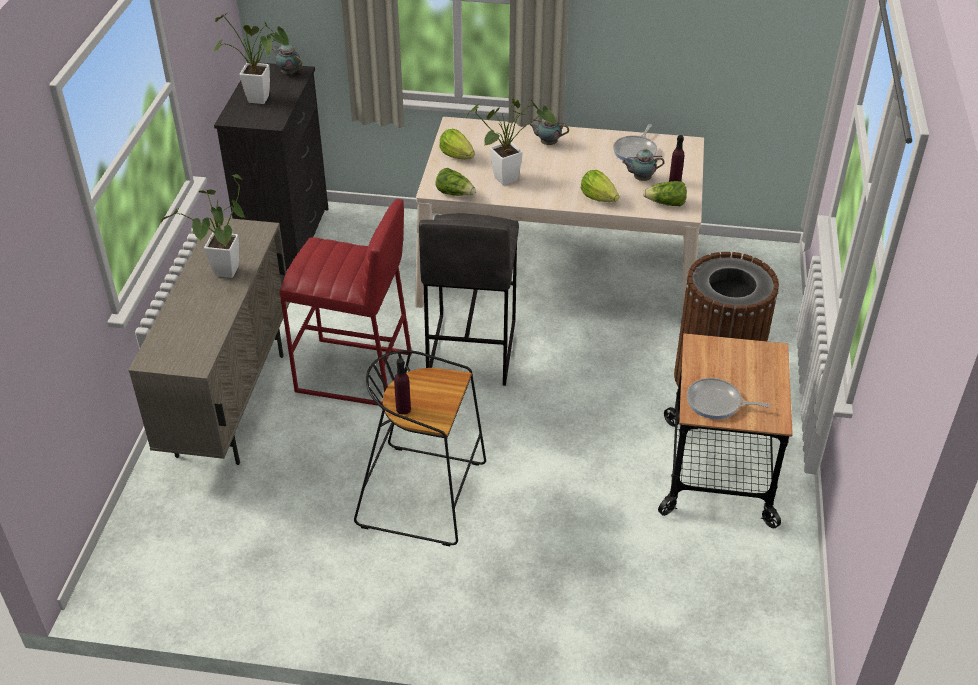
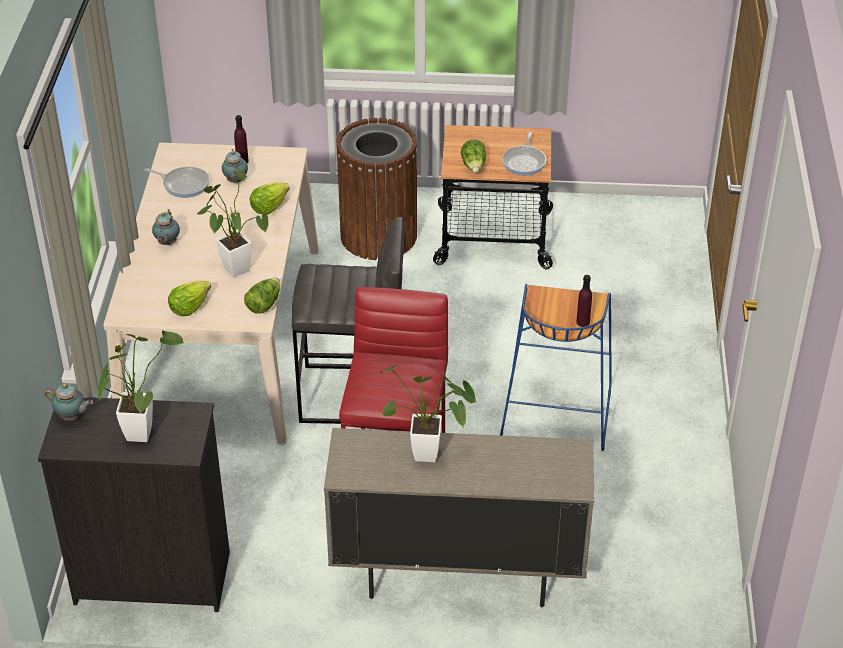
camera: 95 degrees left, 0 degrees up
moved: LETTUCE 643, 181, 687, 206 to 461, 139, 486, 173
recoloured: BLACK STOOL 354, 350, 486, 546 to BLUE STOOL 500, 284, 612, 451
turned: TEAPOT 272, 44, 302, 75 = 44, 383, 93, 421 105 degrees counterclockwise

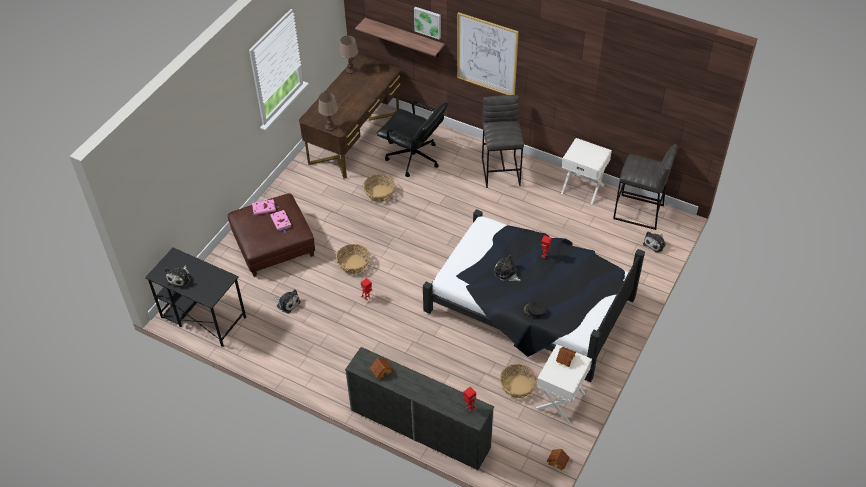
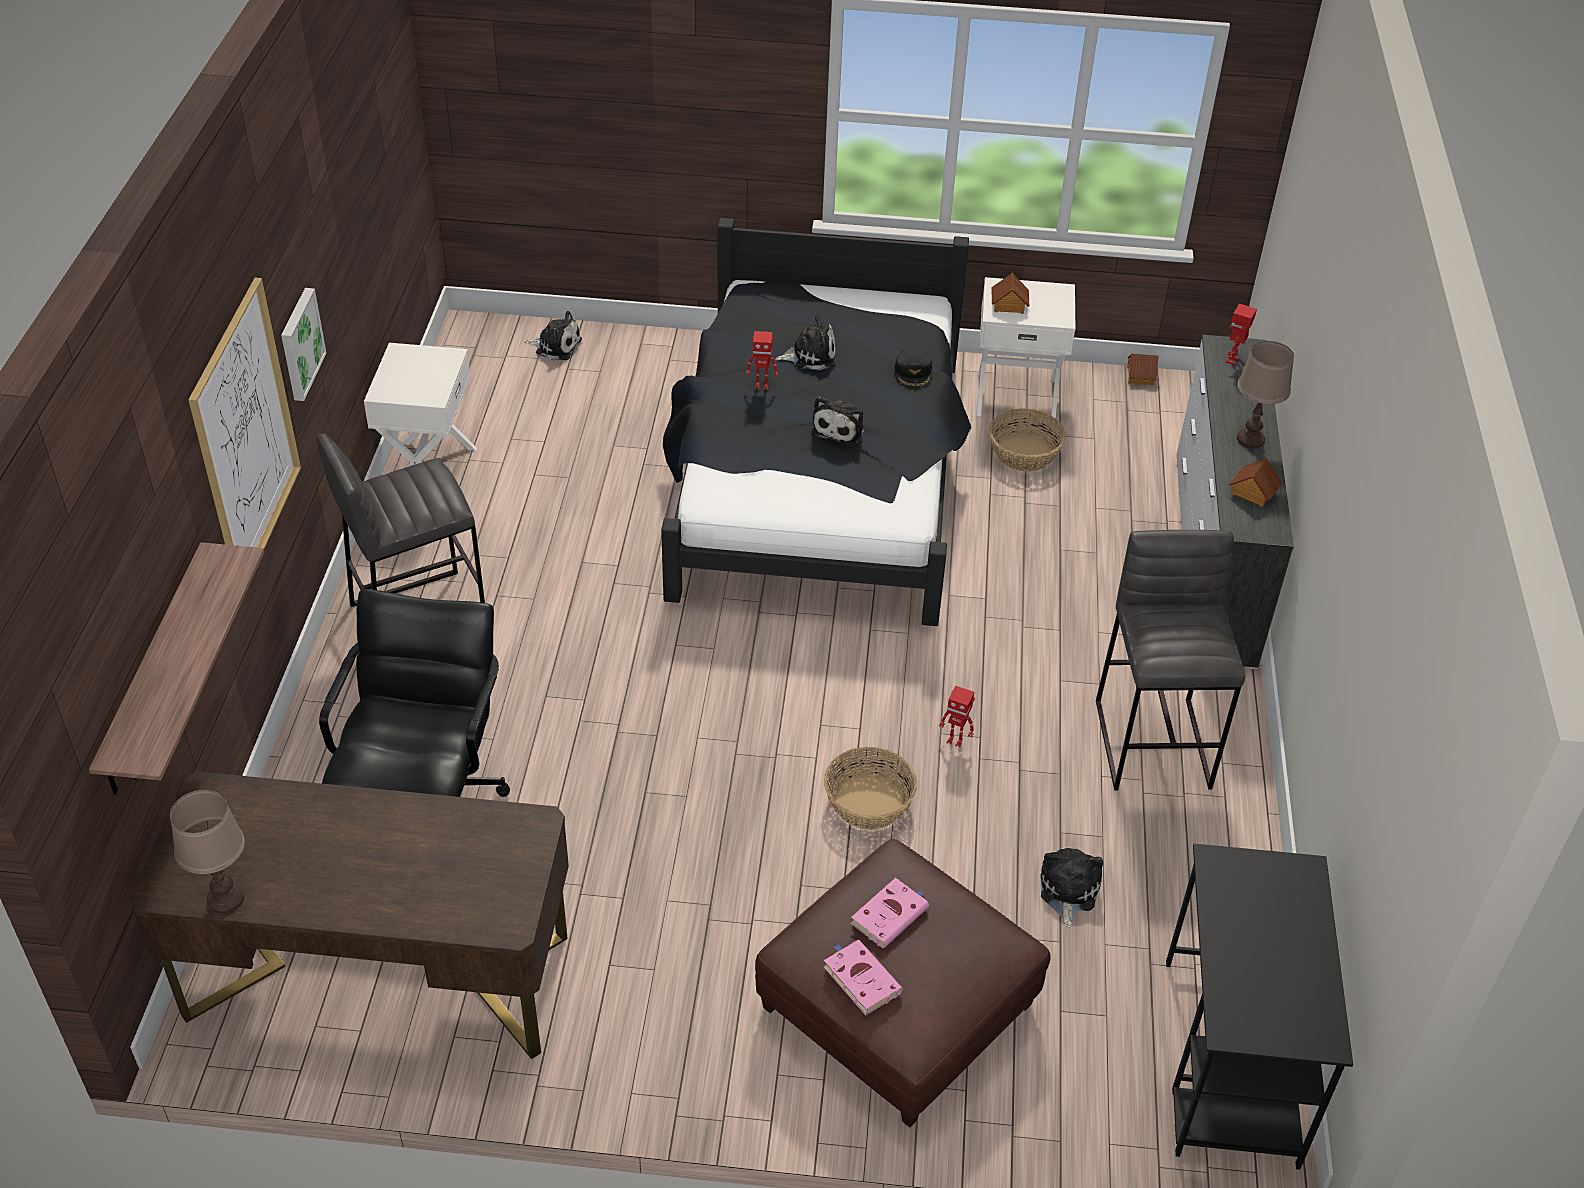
camera: 115 degrees left, 5 degrees down
removed: BASKET 363, 174, 395, 202
moved: PLUSH TOY 165, 265, 191, 288 to 776, 314, 835, 370; BROWN TABLE LAMP 318, 92, 338, 131 to 1237, 341, 1294, 448; PICTURE 414, 7, 441, 39 to 281, 288, 326, 401; GREY STOOL 613, 144, 677, 230 to 1096, 530, 1245, 791

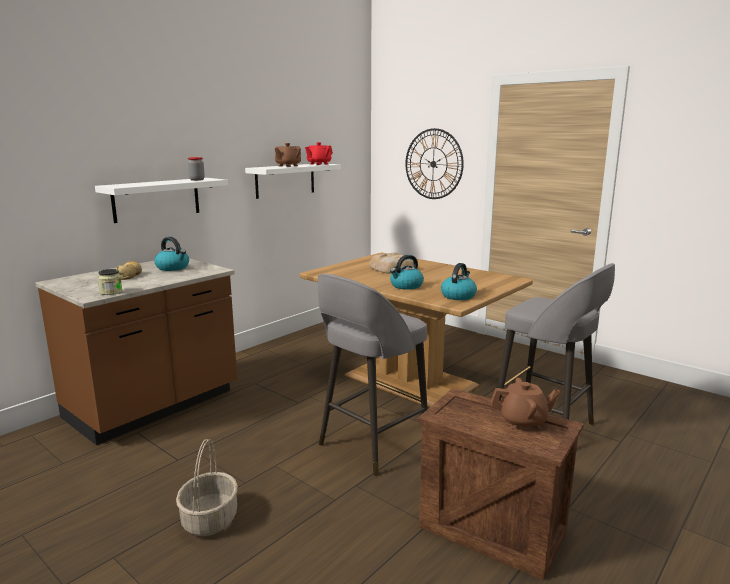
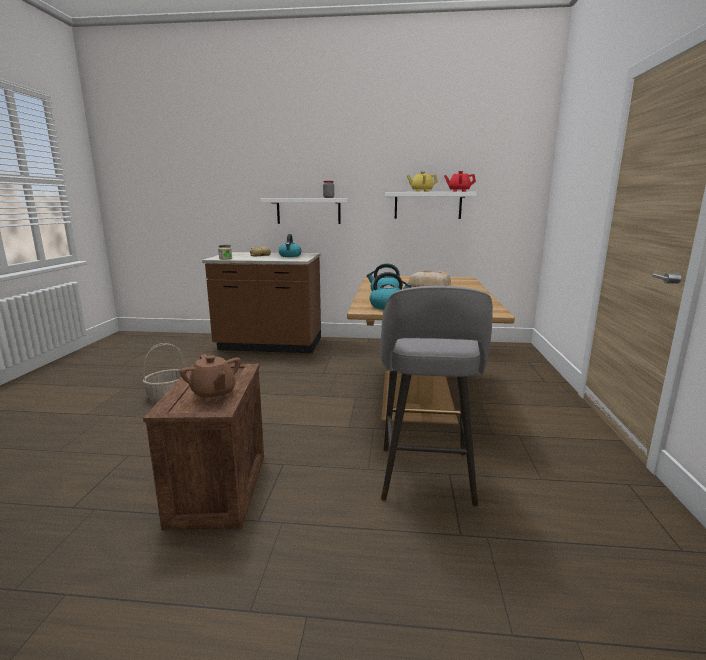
camera: 55 degrees right, 0 degrees up
removed: GREY STOOL 318, 274, 428, 476; WALL CLOCK 405, 128, 464, 199
recoloured: BROWN TEAPOT 275, 143, 301, 167 to YELLOW TEAPOT 407, 171, 438, 192

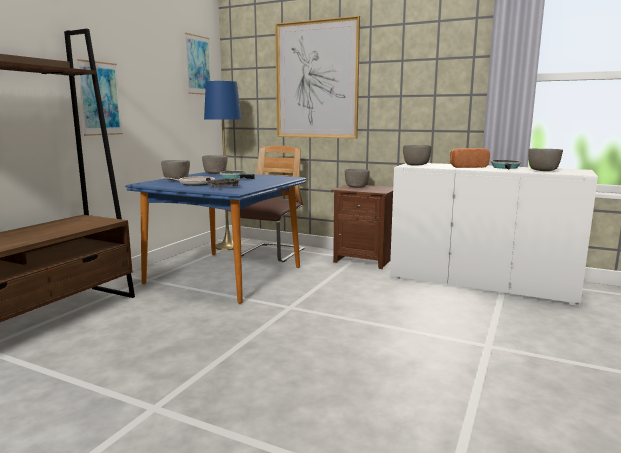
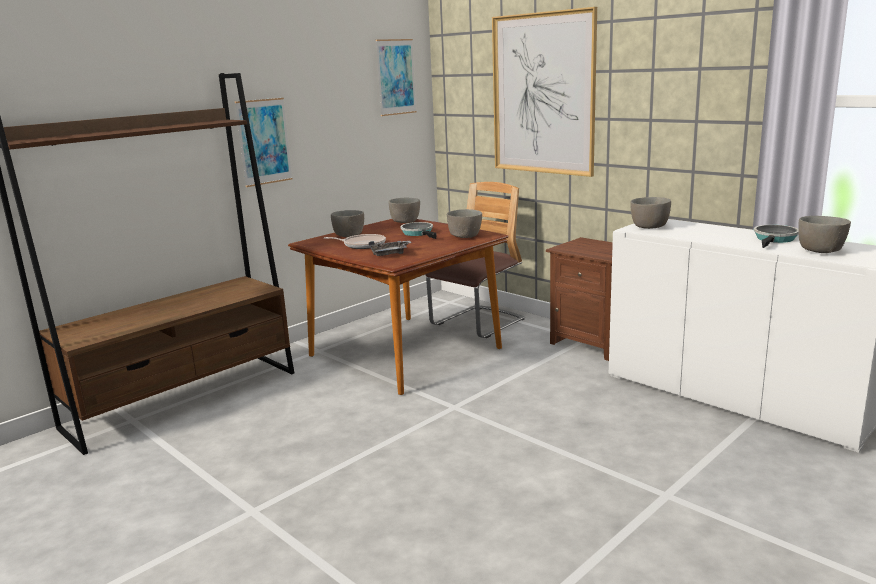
camera: 20 degrees right, 5 degrees up
removed: BLUE FLOOR LAMP 204, 80, 242, 250; BREAD 450, 148, 490, 168
moved: GREY BOWL 345, 169, 370, 188 to 447, 209, 482, 238
recoloured: BLUE DINING TABLE 125, 172, 306, 303 to BROWN DINING TABLE 288, 219, 509, 395

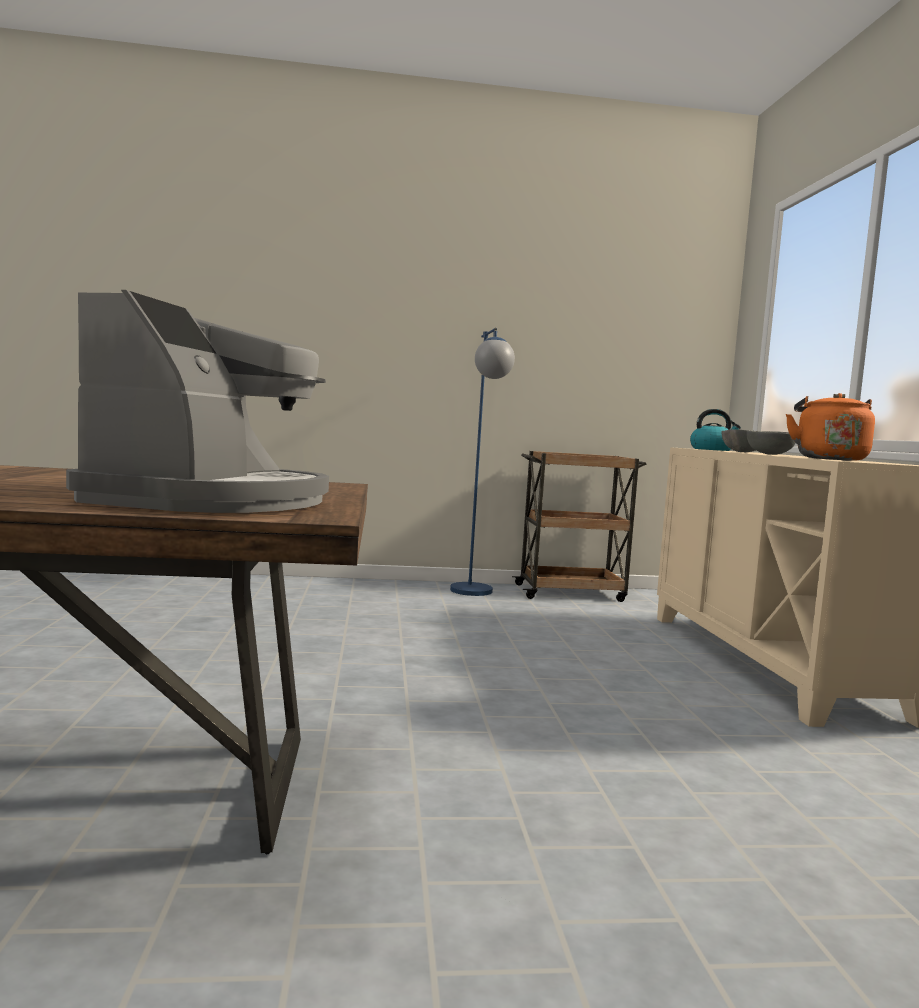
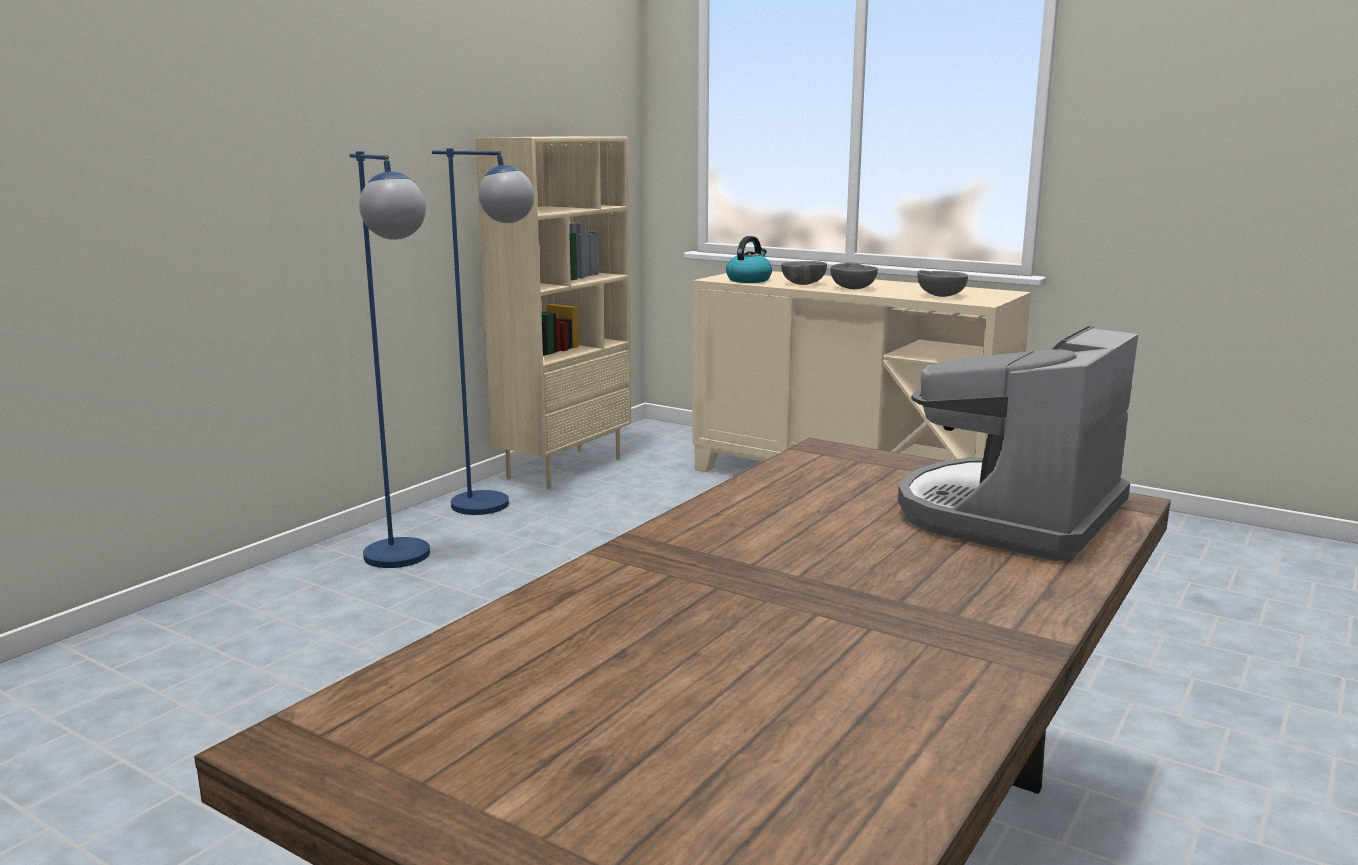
camera: 50 degrees left, 10 degrees up
added: BLUE FLOOR LAMP 350, 151, 430, 568
replaced: BROWN CART 512, 451, 647, 602 to BEIGE BOOKCASE 475, 136, 631, 489; ORANGE KETTLE 786, 393, 875, 461 to GREY BOWL 918, 270, 968, 297
turned: COFFEE MACHINE 66, 290, 329, 513 = 898, 326, 1138, 561 105 degrees counterclockwise

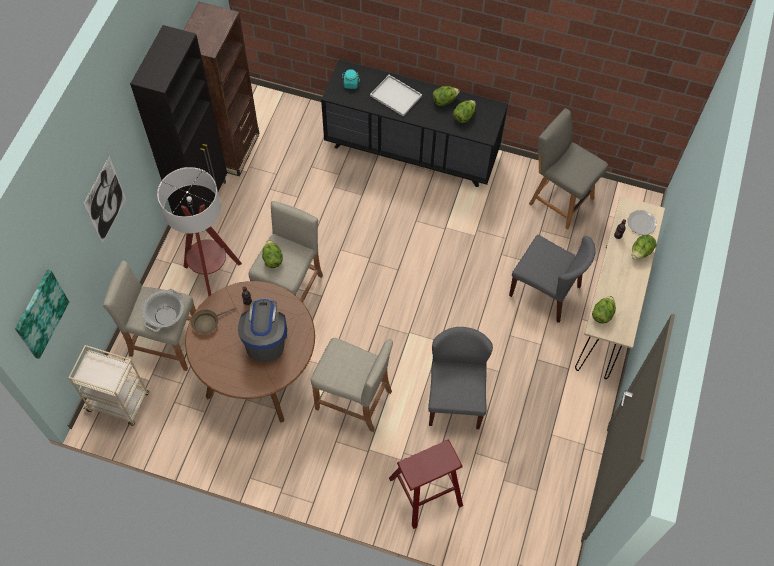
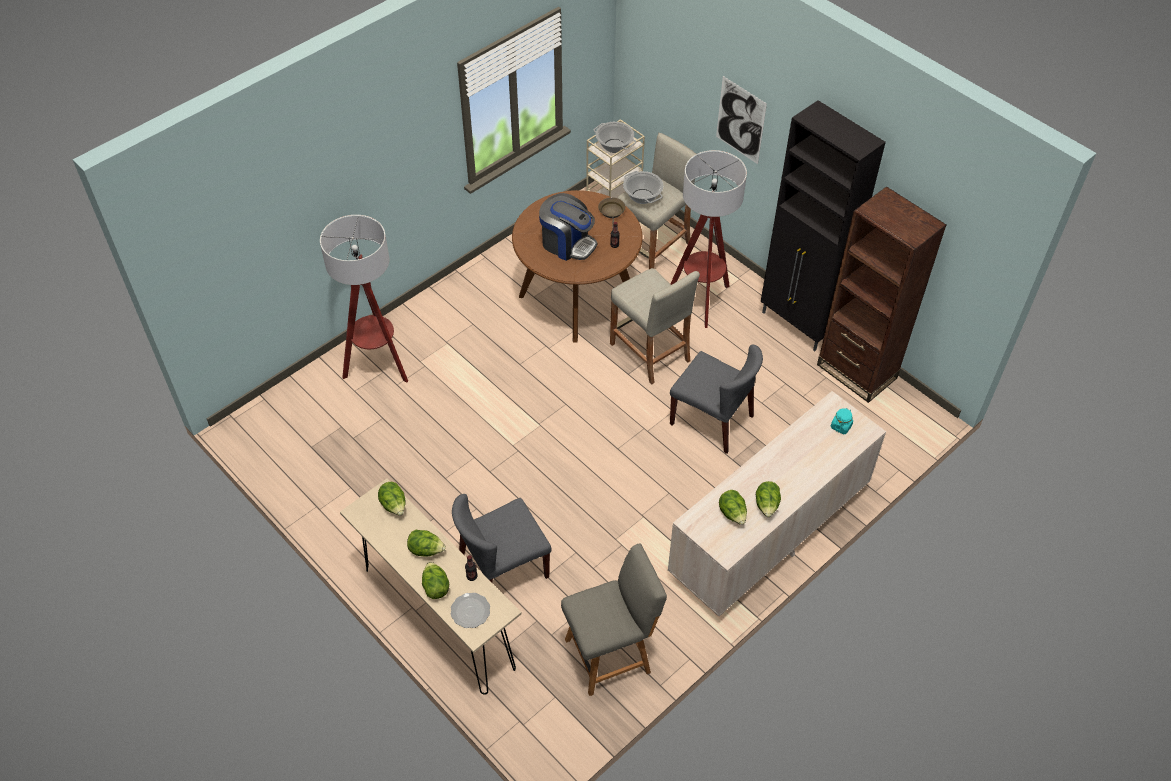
camera: 120 degrees right, 10 degrees down
removed: PICTURE 15, 270, 69, 359; BEIGE STOOL 311, 338, 393, 432; WHITE TRAY 370, 75, 422, 116
added: COOKING POT 593, 122, 636, 153
moved: LETTUCE 262, 240, 283, 268 to 407, 530, 446, 557; GREY CHAIR 428, 327, 493, 429 to 670, 344, 763, 454
replaced: RED STOOL 389, 440, 463, 529 to FLOOR LAMP 320, 215, 408, 383
recoloured: BLACK DRESSER 321, 60, 508, 187 to BEIGE DRESSER 668, 391, 886, 616

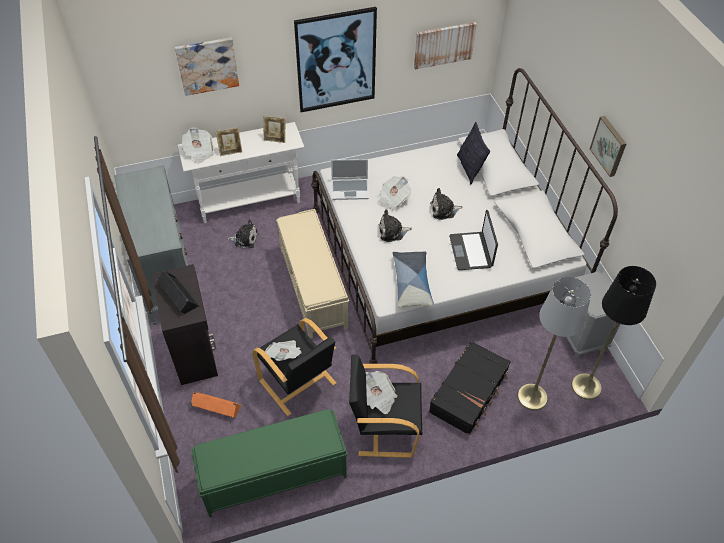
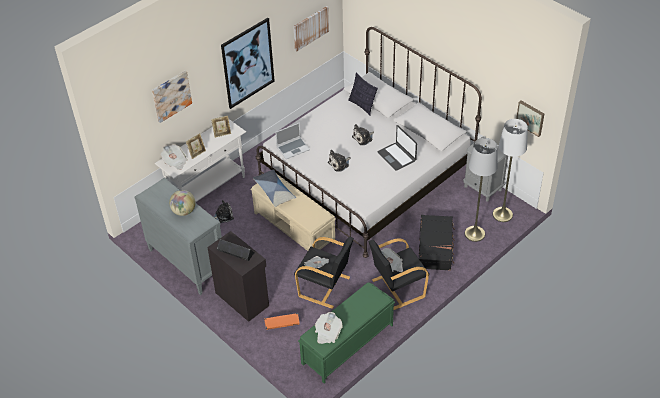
camera: 25 degrees left, 5 degrees down
added: GLOBE 169, 190, 196, 216
moved: NEWSPAPER 377, 176, 411, 210 to 315, 312, 343, 344; PILLOW 393, 251, 434, 307 to 253, 169, 296, 207; PICTURE 590, 116, 626, 177 to 516, 101, 544, 137
recoloured: BLACK FLOOR LAMP 571, 266, 656, 400 to WHITE FLOOR LAMP 493, 119, 528, 222

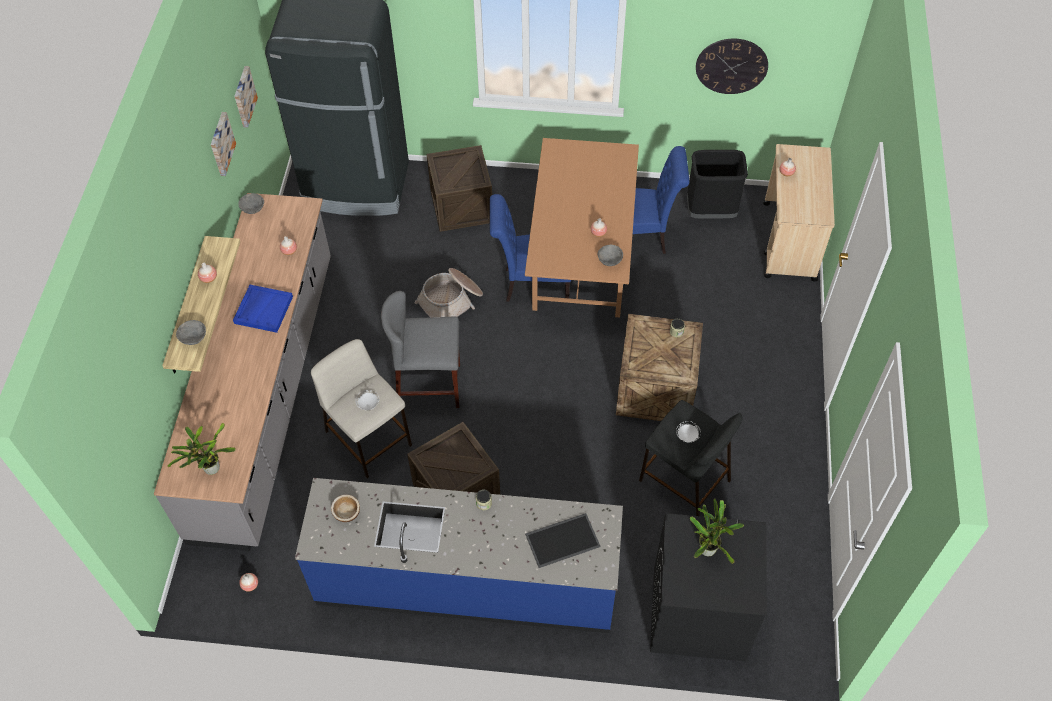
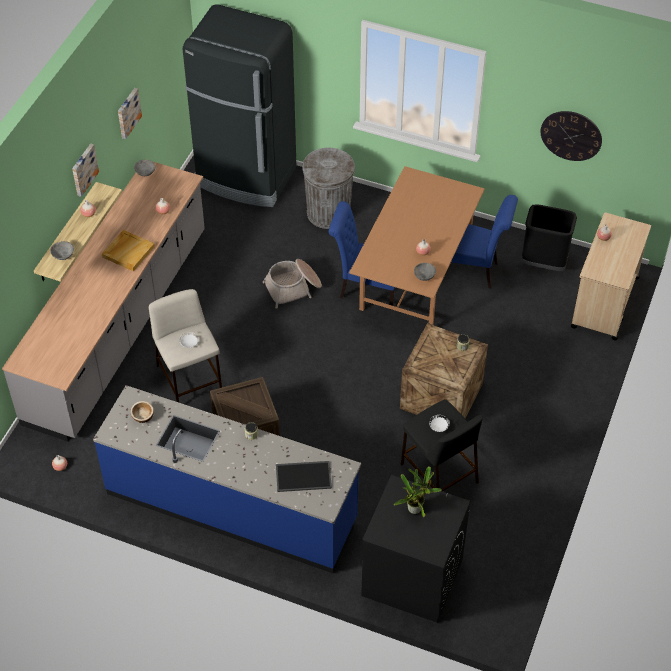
camera: 15 degrees right, 5 degrees down
removed: POTTED PLANT 168, 423, 236, 475; GREY STOOL 381, 291, 460, 408
moved: PICTURE 234, 66, 258, 128 to 72, 143, 99, 197
replaced: CRATE 427, 145, 492, 232 to GREY TRASH CAN 302, 148, 355, 229
recoloured: BLUE TRAY 233, 285, 293, 333 to BEIGE TRAY 102, 230, 155, 271

